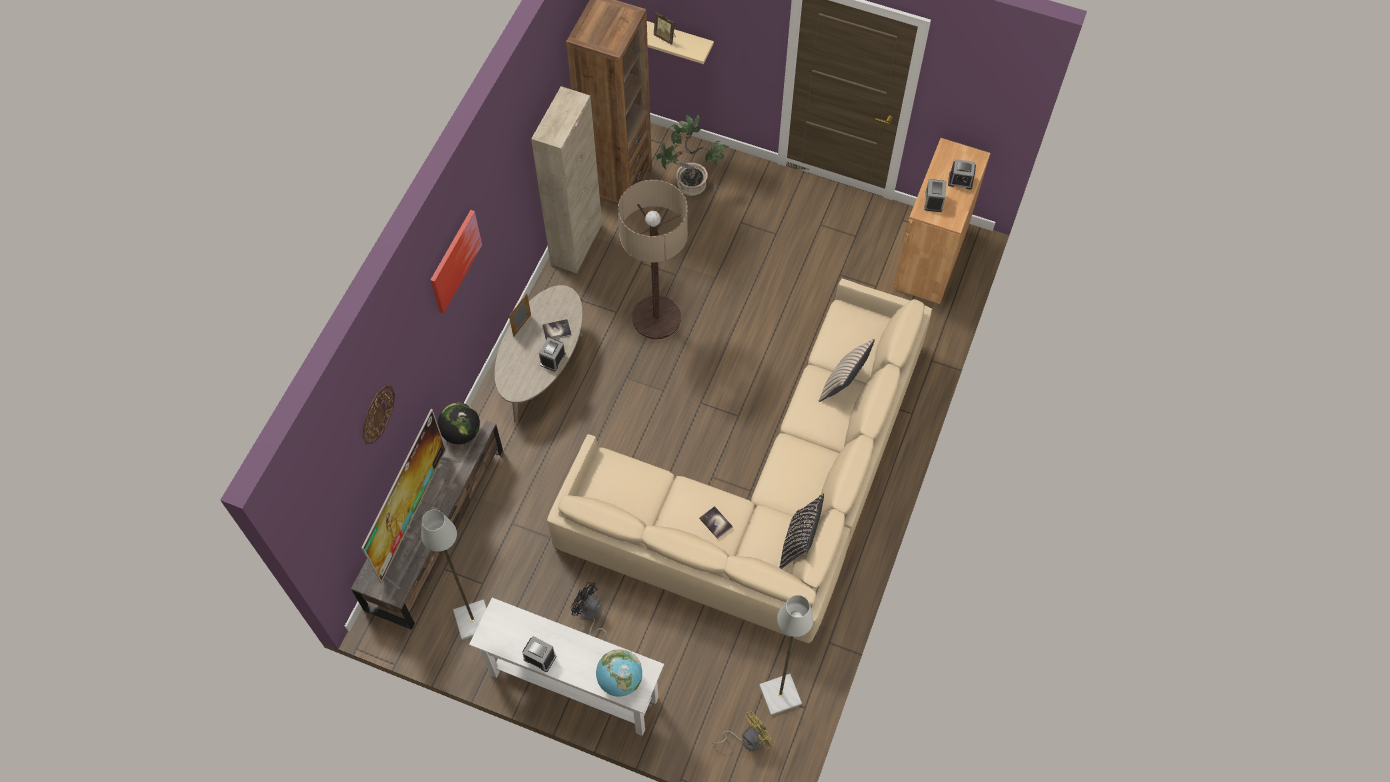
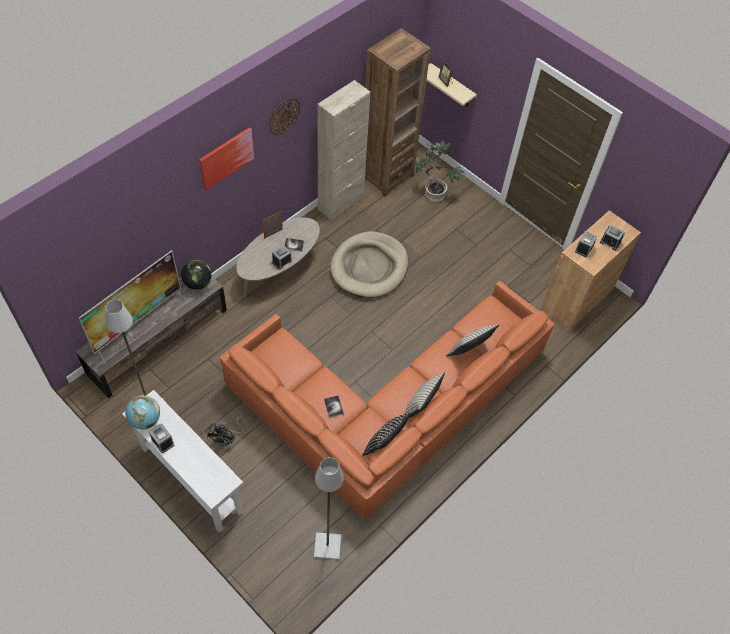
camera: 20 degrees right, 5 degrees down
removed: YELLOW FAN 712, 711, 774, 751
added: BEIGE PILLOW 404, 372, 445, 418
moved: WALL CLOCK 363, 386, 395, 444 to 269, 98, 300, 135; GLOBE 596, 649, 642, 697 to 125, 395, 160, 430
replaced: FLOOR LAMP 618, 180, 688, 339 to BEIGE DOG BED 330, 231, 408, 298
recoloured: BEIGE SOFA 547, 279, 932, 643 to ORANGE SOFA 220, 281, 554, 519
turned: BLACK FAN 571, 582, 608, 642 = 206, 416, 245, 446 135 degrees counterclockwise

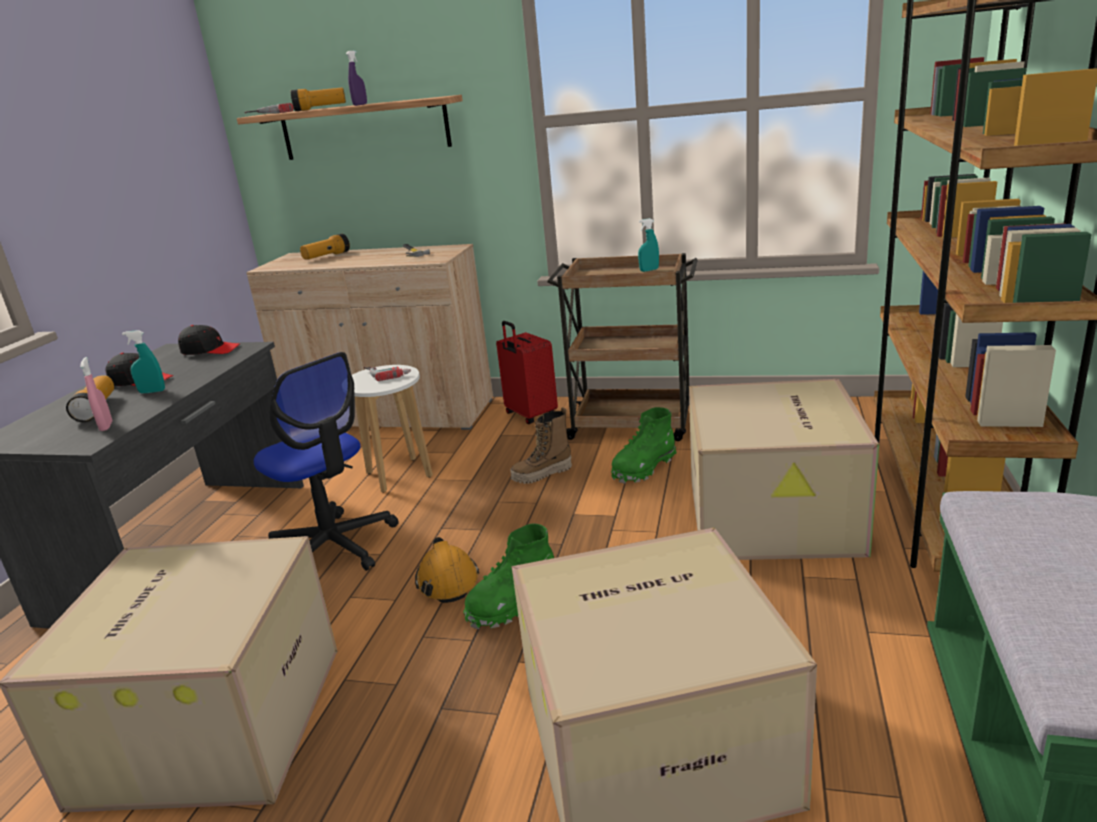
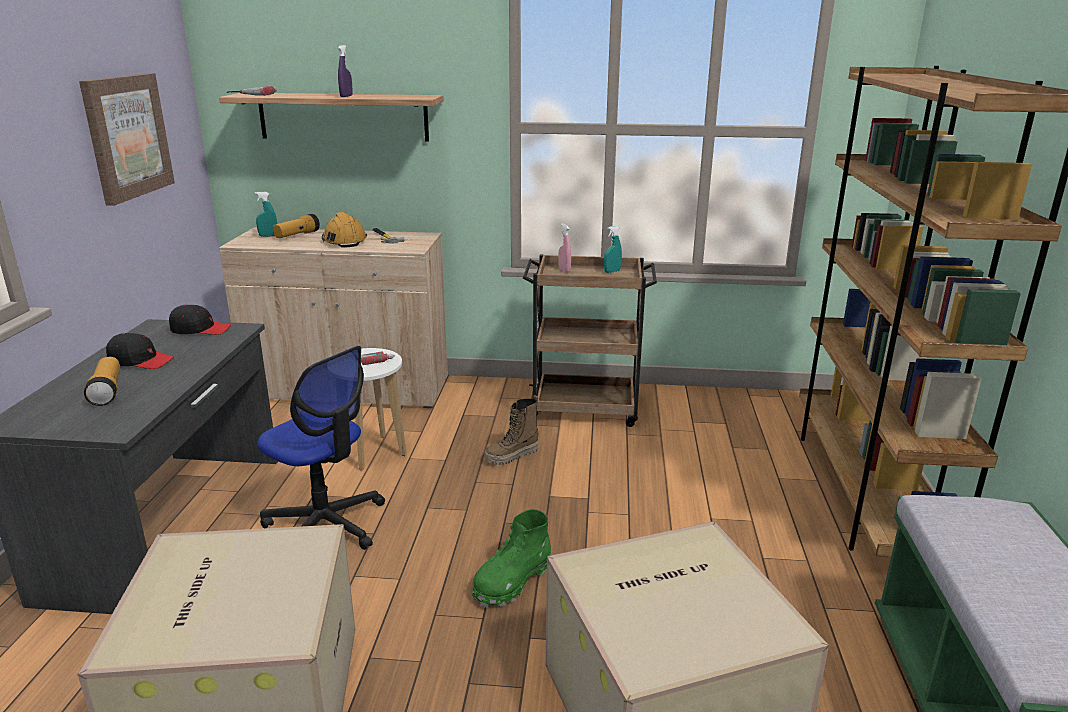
camera: 10 degrees left, 0 degrees up
removed: FLASHLIGHT 291, 88, 346, 111; RED SUITCASE 496, 321, 558, 424; GREEN BOOT 611, 407, 676, 484; CARDBOARD BOX 689, 379, 879, 560
added: PICTURE 79, 73, 175, 206
moved: PINK SPRAY BOTTLE 80, 357, 112, 431 to 558, 224, 571, 273; TURQUOISE SPRAY BOTTLE 122, 330, 165, 393 to 255, 192, 277, 237; ORANGE HARD HAT 415, 537, 479, 603 to 322, 212, 367, 248

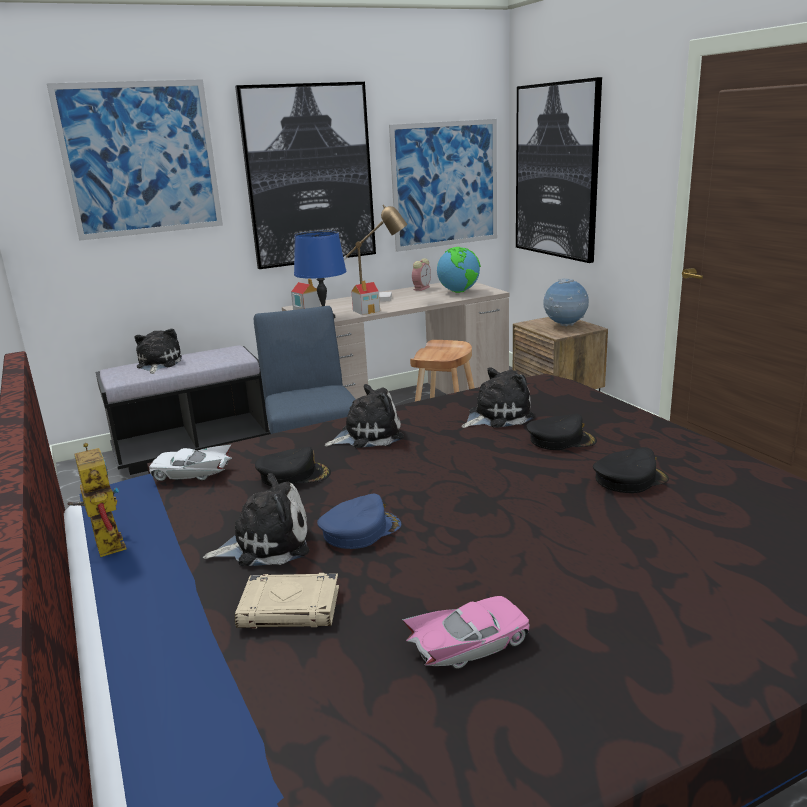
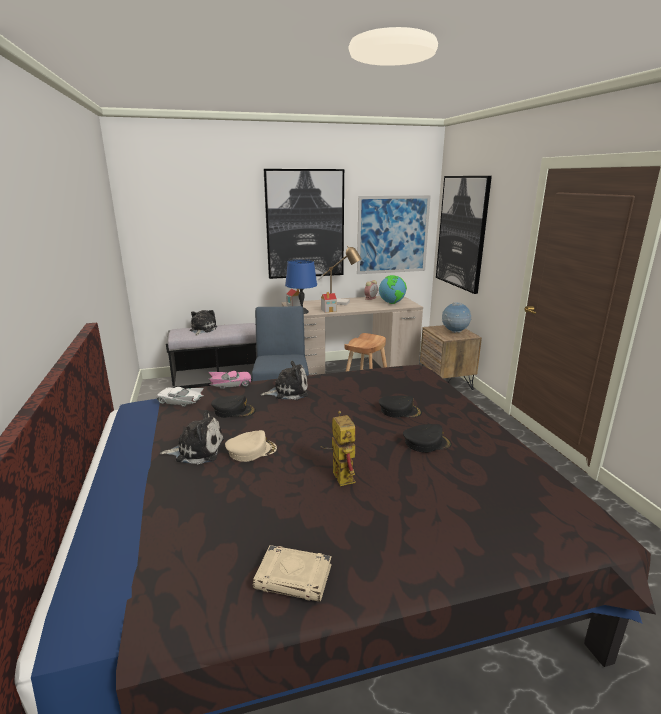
camera: 10 degrees right, 0 degrees up
removed: PICTURE 47, 79, 223, 241; PLUSH TOY 461, 367, 535, 428
moved: TOY ROBOT 67, 443, 126, 557 to 320, 411, 356, 486; BEIGE BOOK 235, 573, 339, 629 to 253, 545, 332, 602; PINK TOY CAR 402, 596, 530, 669 to 209, 371, 251, 389
recoloured: BLUE CAP 317, 493, 401, 549 to BEIGE CAP 225, 430, 277, 462

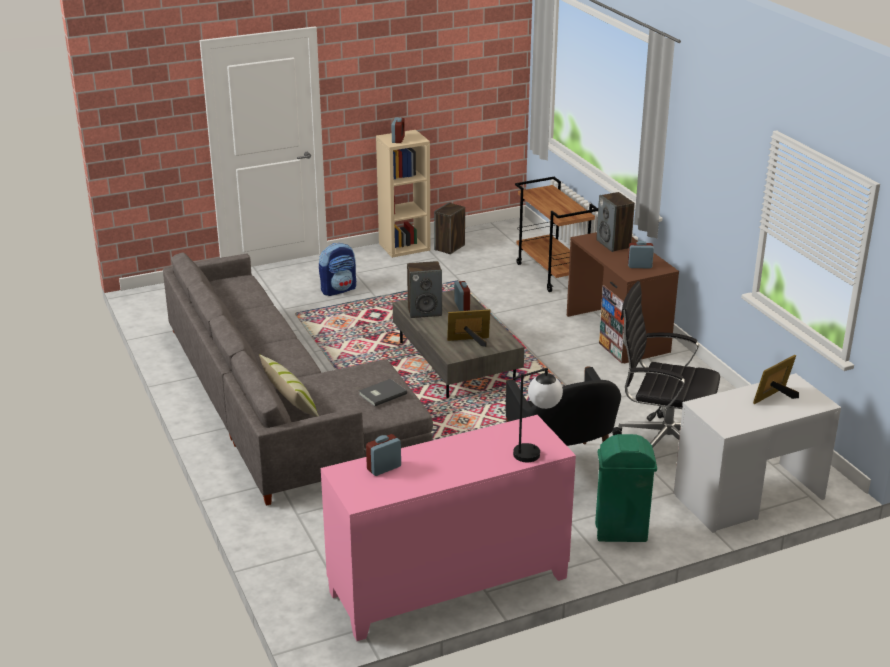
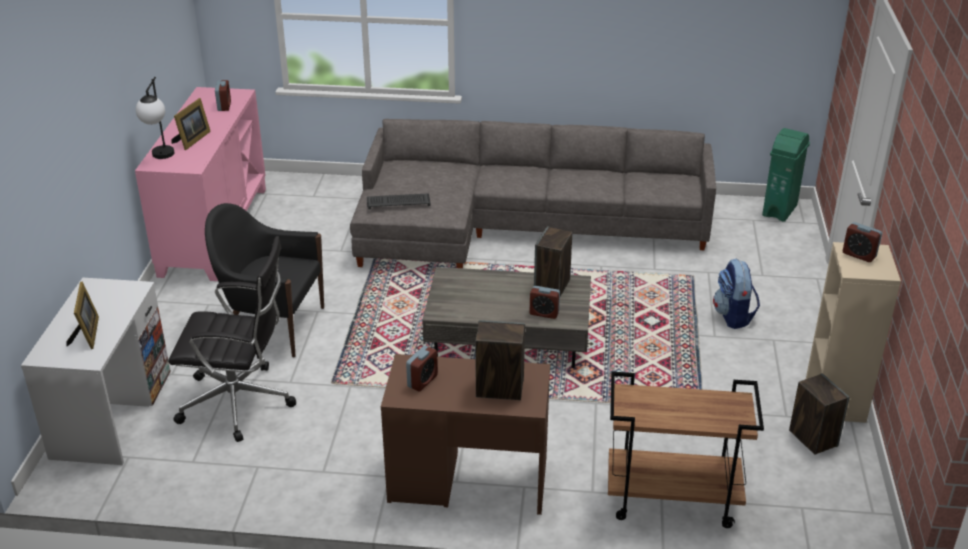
camera: 120 degrees right, 5 degrees up
removed: PILLOW 259, 354, 319, 417
moved: PICTURE FRAME 447, 309, 490, 347 to 172, 98, 211, 150; GREEN TRASH CAN 595, 434, 657, 542 to 762, 128, 810, 222
replaced: GREY BOOK 359, 379, 407, 407 to KEYBOARD 367, 193, 431, 209
turned: BLACK OFFICE CHAIR 612, 281, 720, 447 = 168, 236, 296, 442 45 degrees clockwise

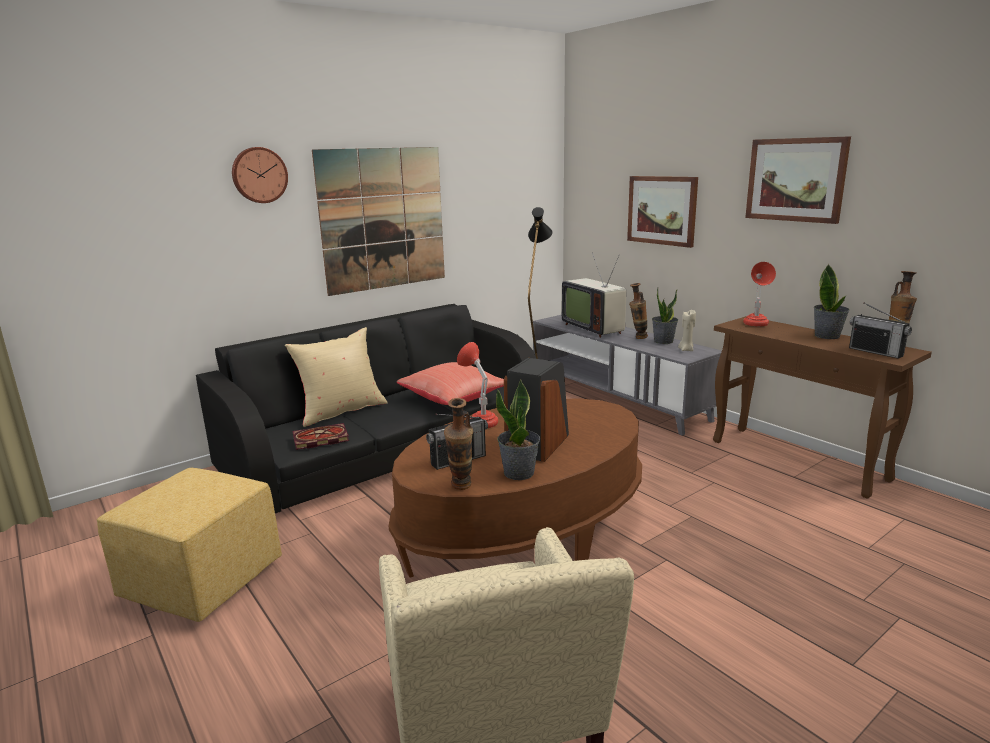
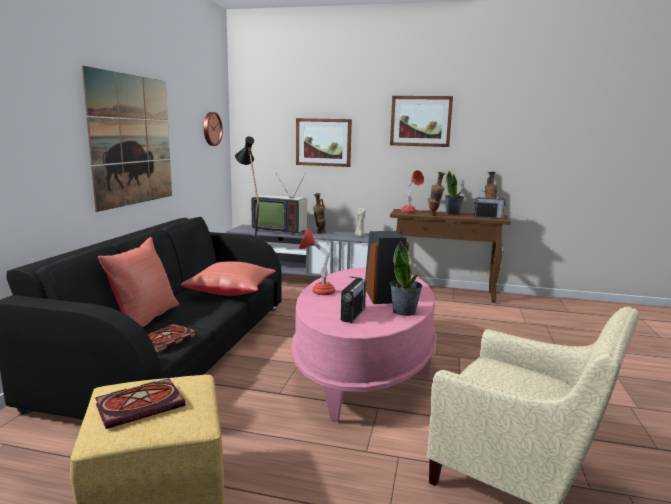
camera: 40 degrees left, 5 degrees down
removed: POTTED PLANT 652, 287, 678, 344
added: BOOK 95, 378, 186, 429
moved: WALL CLOCK 232, 147, 288, 203 to 204, 112, 223, 146; VASE 444, 398, 473, 490 to 428, 172, 446, 216
recoloured: BEIGE PILLOW 285, 327, 388, 427 to RED PILLOW 98, 237, 179, 327; BROWN COFFEE TABLE 389, 398, 642, 578 to PINK COFFEE TABLE 291, 267, 436, 422

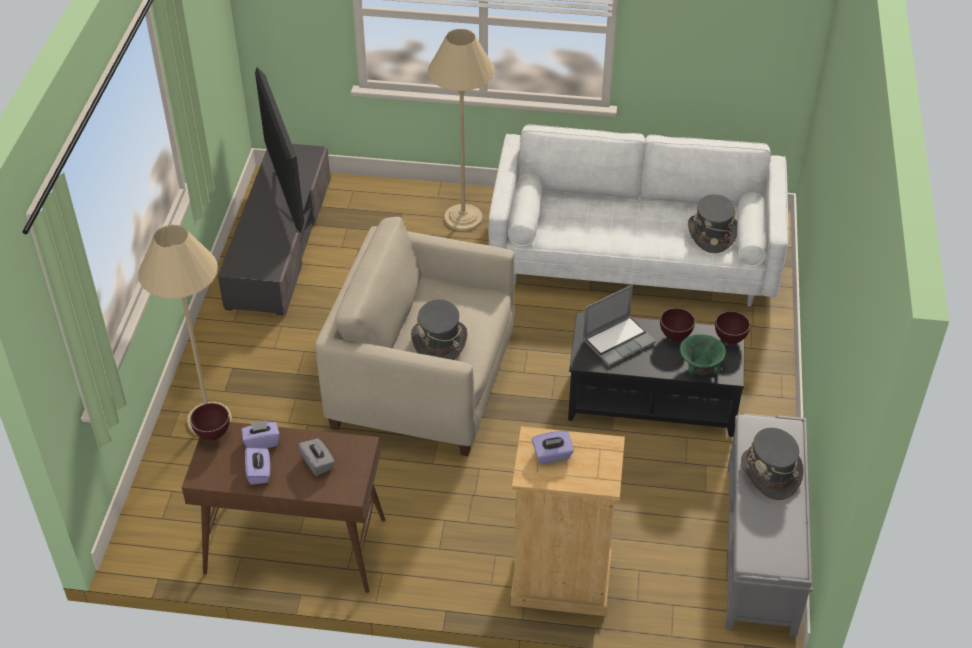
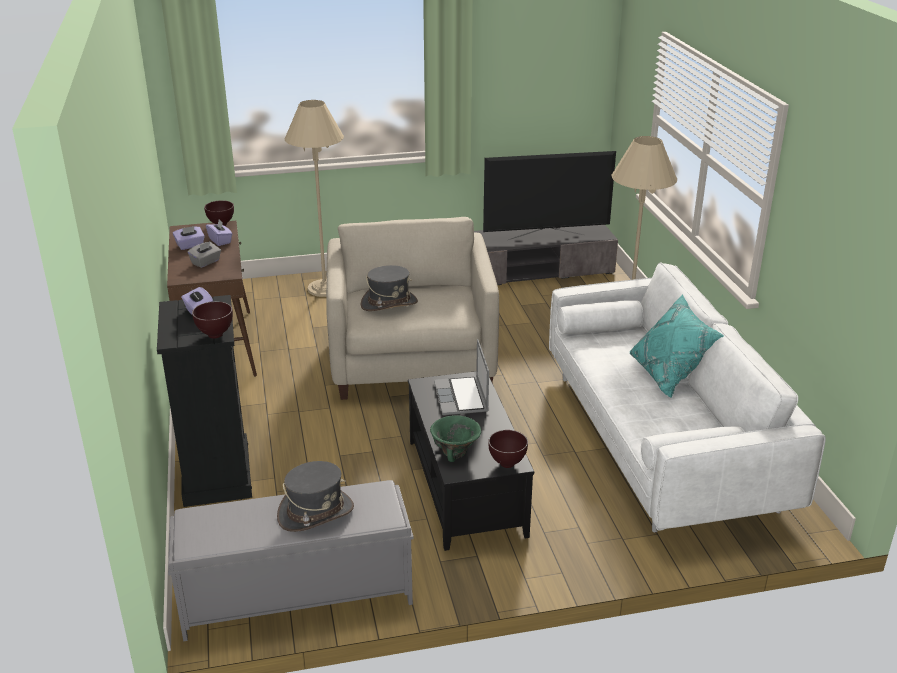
camera: 70 degrees right, 15 degrees down
removed: GREY HAT 688, 194, 737, 253
added: TURQUOISE PILLOW 630, 294, 724, 398
moved: BROWN BOWL 660, 308, 695, 341 to 192, 301, 233, 338
recoloured: BEIGE DRESSER 510, 426, 625, 616 to BLACK DRESSER 157, 295, 252, 507
turned: TELEVISION 255, 67, 304, 233 = 483, 151, 616, 240 150 degrees counterclockwise; LAPTOP 582, 285, 656, 366 = 434, 339, 489, 415 45 degrees clockwise

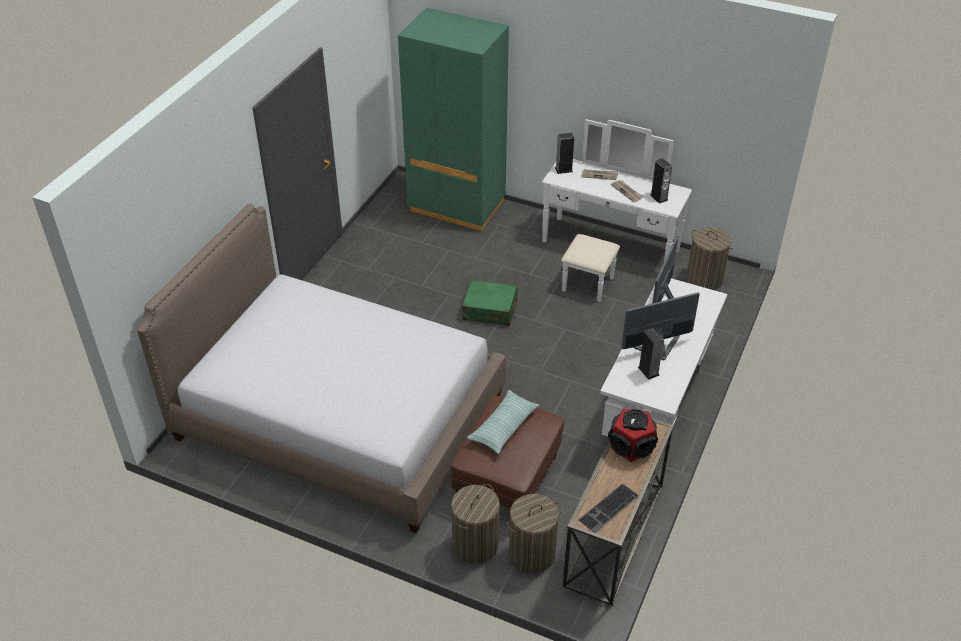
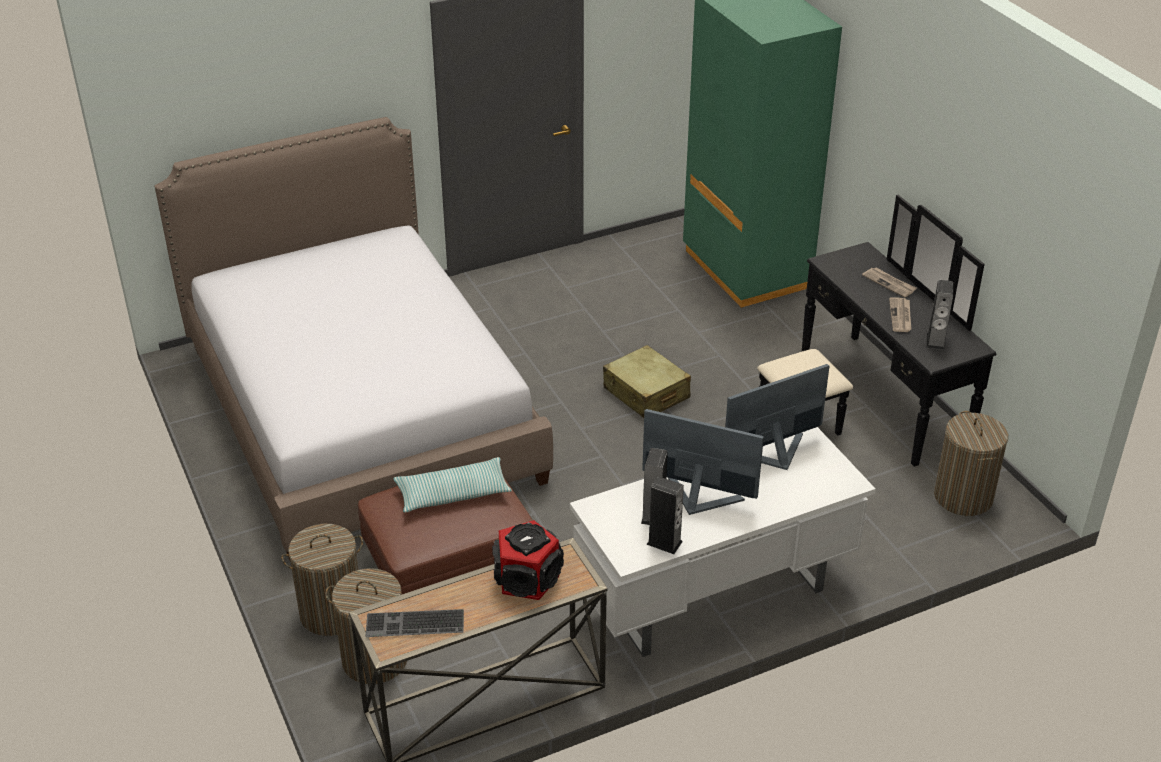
camera: 40 degrees right, 5 degrees down
moved: SPEAKER 555, 133, 574, 174 to 646, 476, 684, 554
recoloured: GREEN SUITCASE 462, 280, 518, 326 to BEIGE SUITCASE 603, 345, 691, 418; WHITE DRESSER 542, 119, 692, 302 to BLACK DRESSER 757, 195, 996, 467

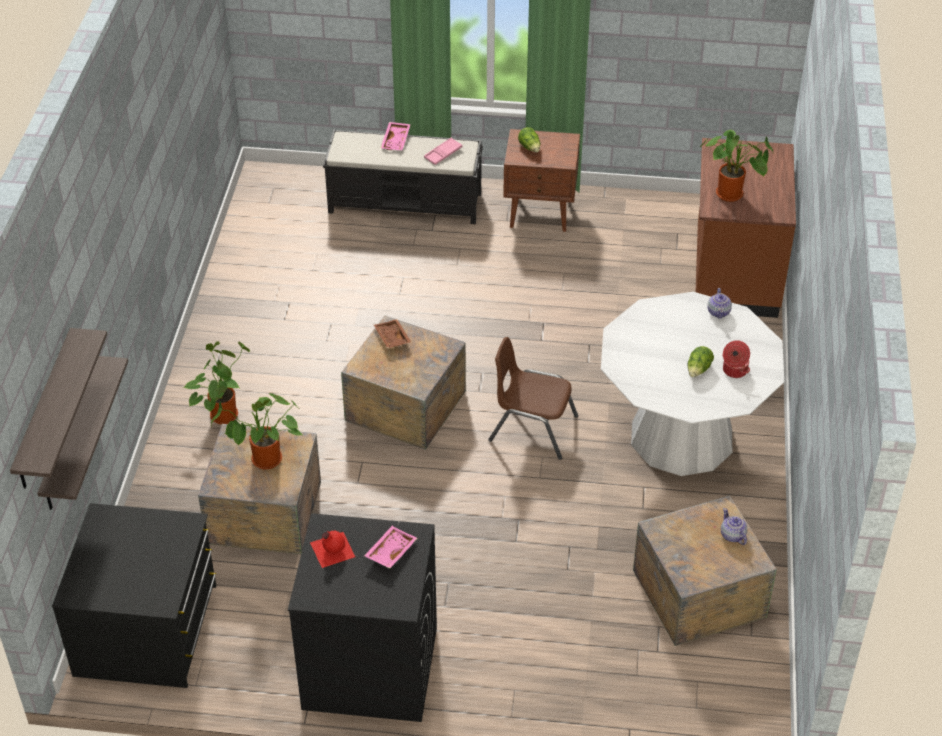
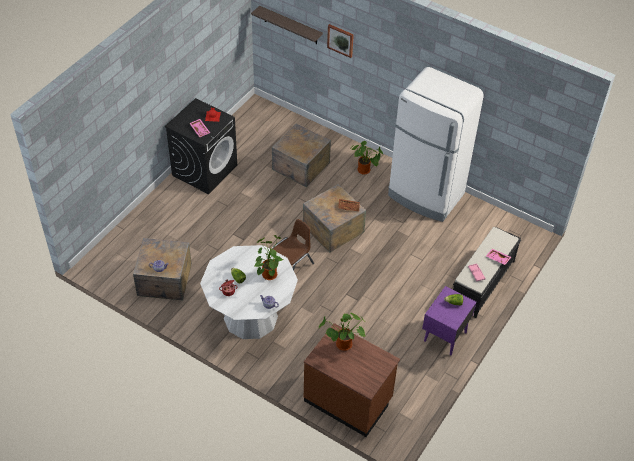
camera: 115 degrees right, 5 degrees up
removed: SHELF 37, 356, 128, 510; BLACK DRESSER 52, 503, 216, 688
added: PICTURE 327, 24, 354, 58; WHITE FRIDGE 388, 67, 484, 222
moved: POTTED PLANT 211, 393, 302, 469 to 255, 235, 283, 280
recoloured: BROWN NIGHTSTAND 503, 129, 580, 232 to PURPLE NIGHTSTAND 422, 286, 476, 355

